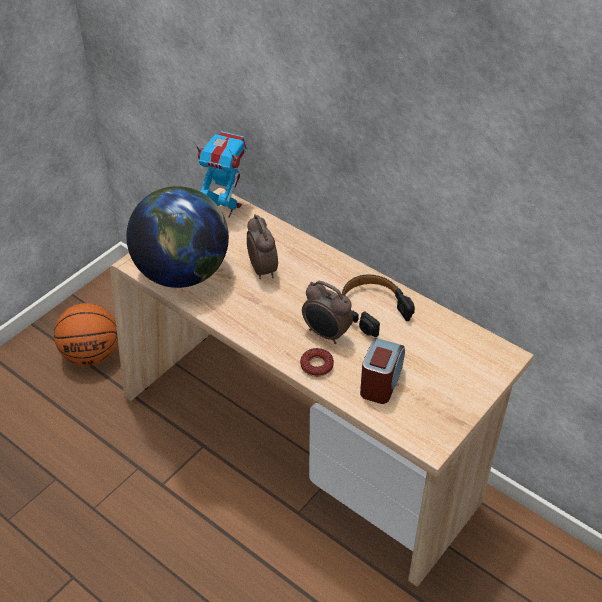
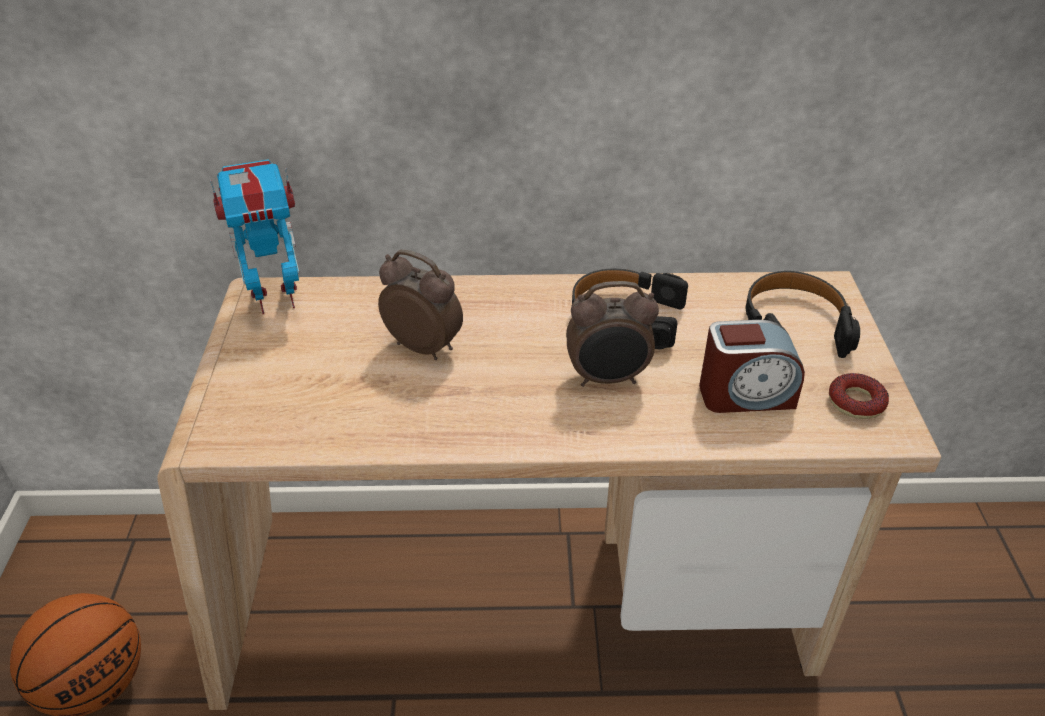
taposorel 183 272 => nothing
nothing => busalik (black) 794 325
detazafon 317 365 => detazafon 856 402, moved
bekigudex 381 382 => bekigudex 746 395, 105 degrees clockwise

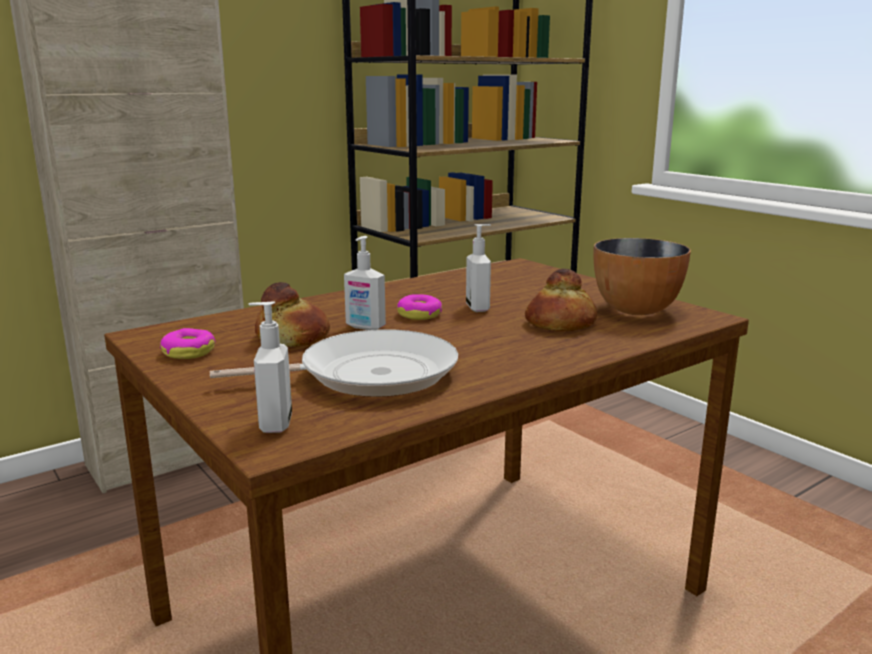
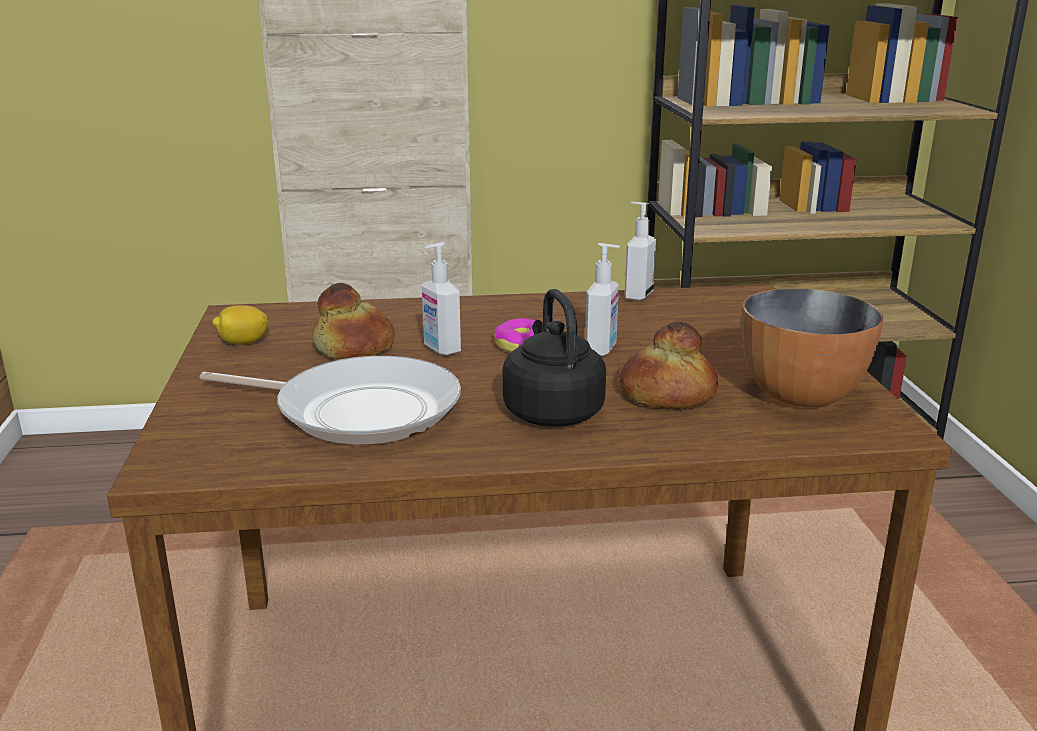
nothing => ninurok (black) 551 411
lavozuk 274 424 => lavozuk 637 295, moved
detazafon 189 352 => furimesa 243 343

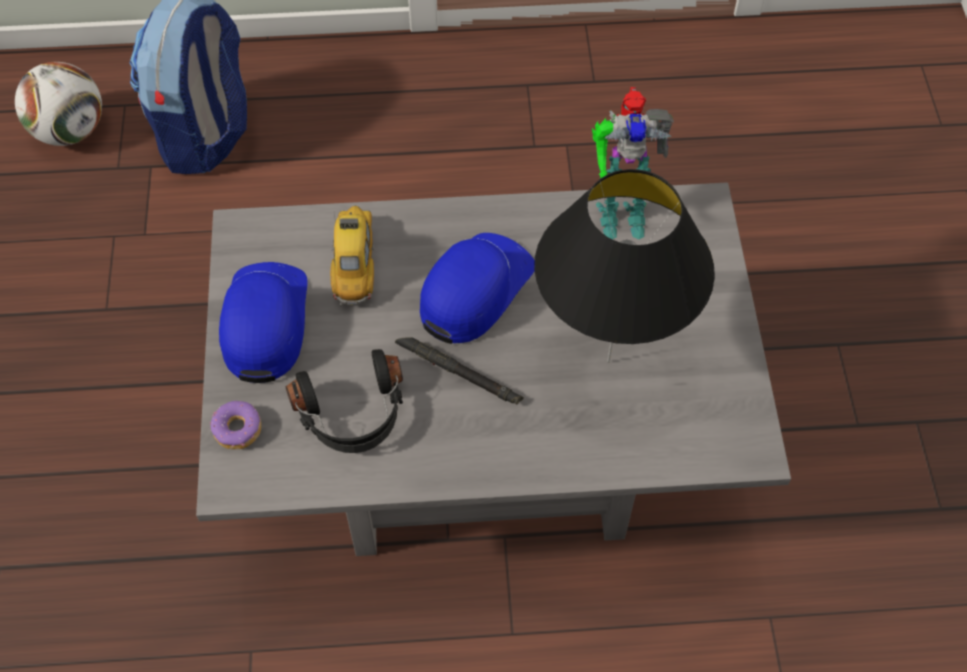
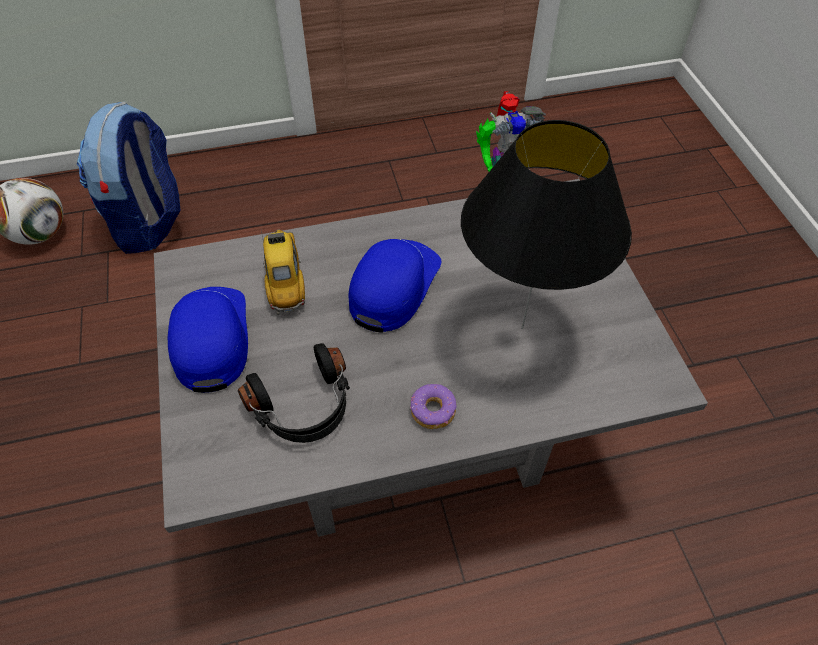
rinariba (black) 458 373 => nothing
detazafon 237 430 => detazafon 433 411, moved

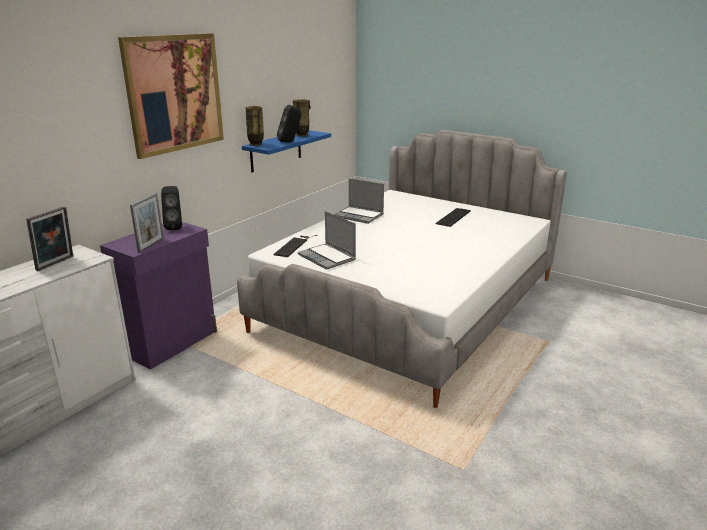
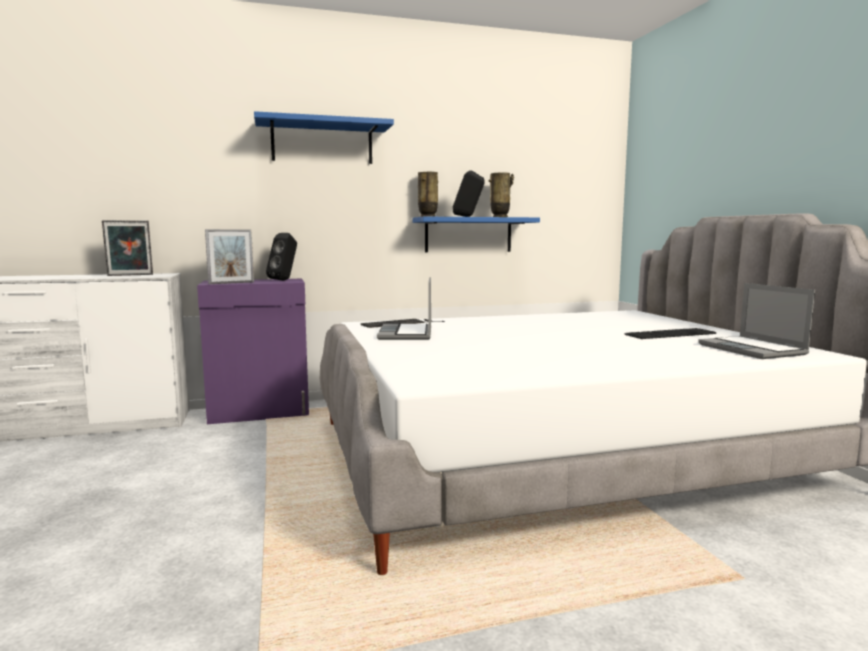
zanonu 359 216 => zanonu 753 350, moved
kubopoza 174 93 => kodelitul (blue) 322 143

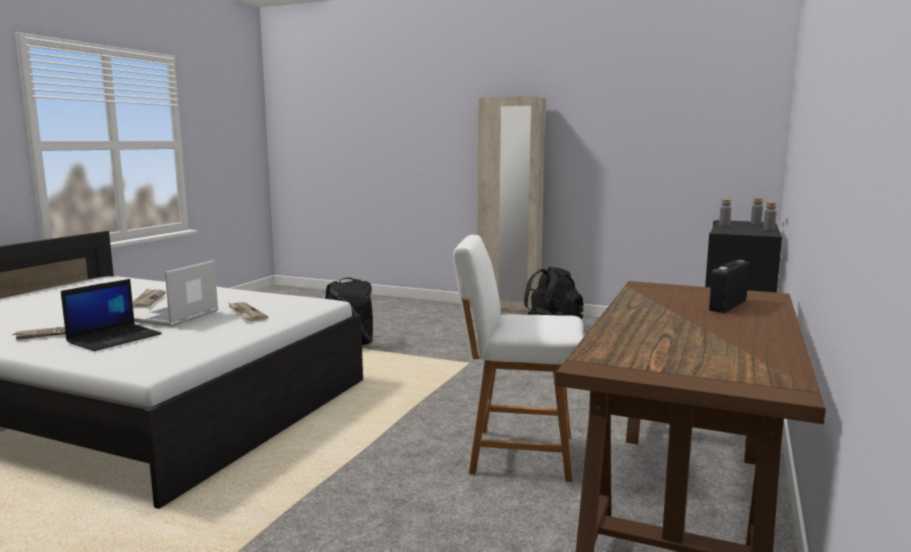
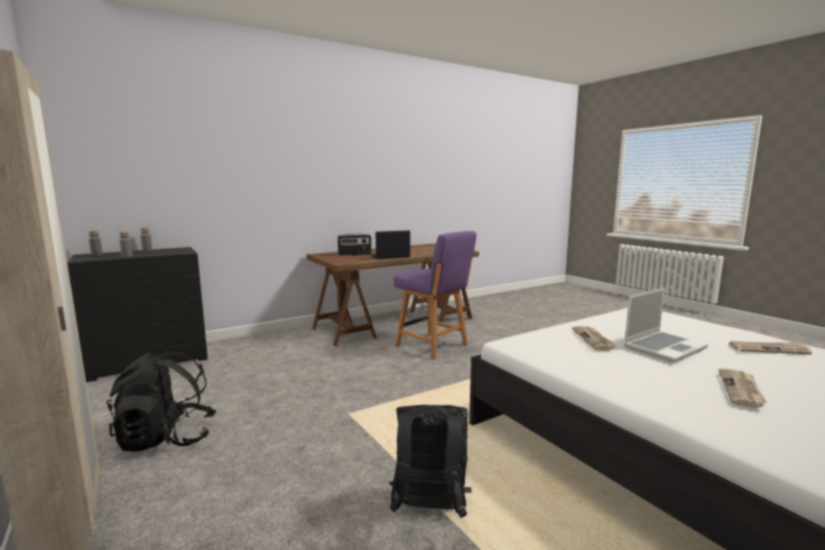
zanonu 115 338 => zanonu 389 256, moved
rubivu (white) 517 454 => rubivu (purple) 433 346

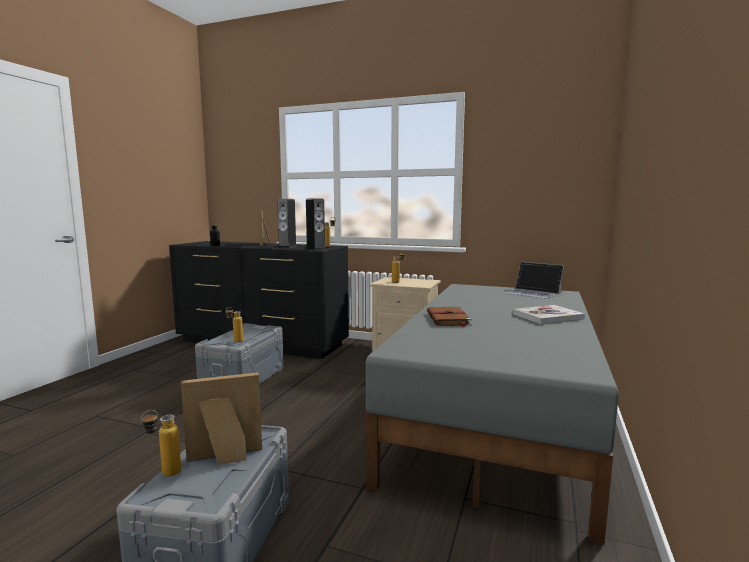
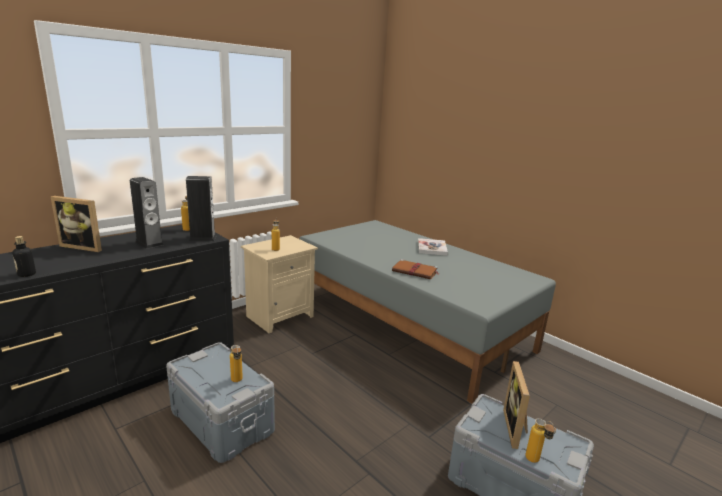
zanonu 533 293 => nothing

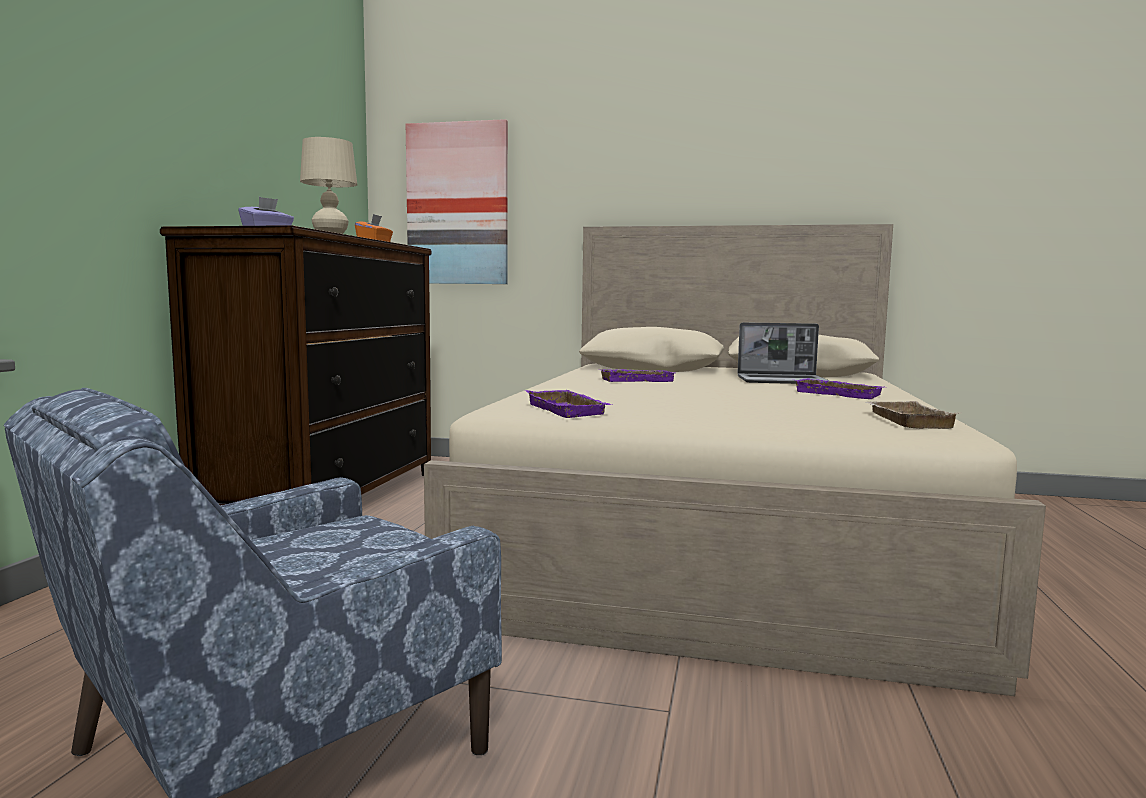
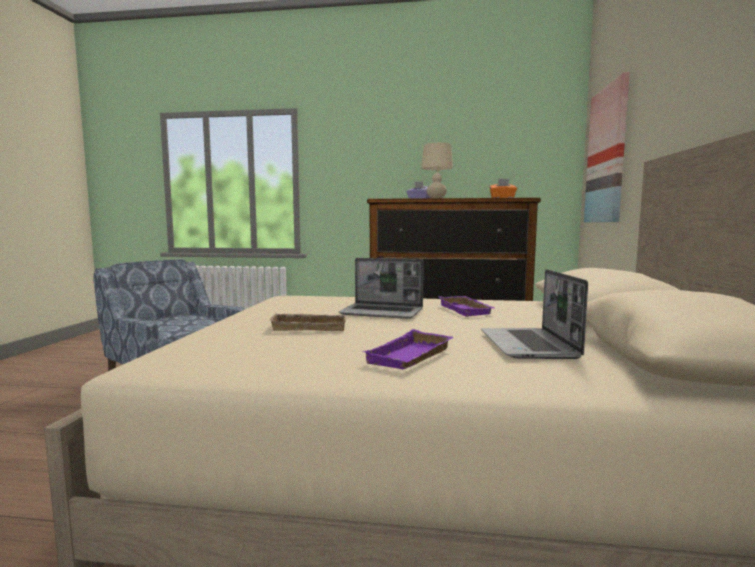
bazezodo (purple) 569 410 => nothing
nothing => zanonu 383 313
bazezodo (beige) 905 421 => bazezodo (beige) 310 327, moved

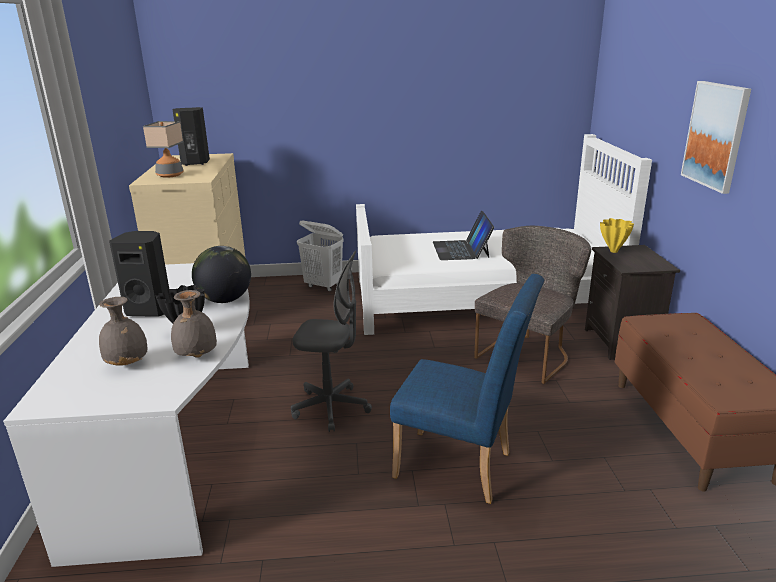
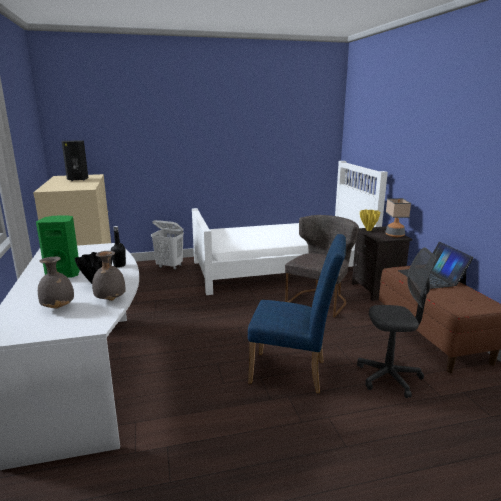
kubopoza 716 135 => nothing
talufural 170 175 => talufural 394 235, moved
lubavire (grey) 331 408 => lubavire (grey) 389 377, moved
zanonu 461 250 => zanonu 431 277, moved
taposorel 225 300 => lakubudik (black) 119 265
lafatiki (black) 150 310 => lafatiki (green) 64 274

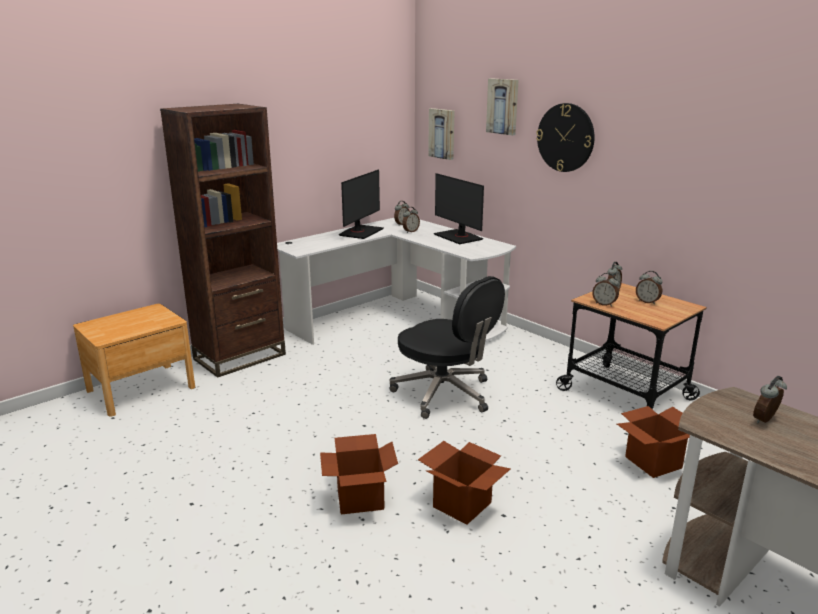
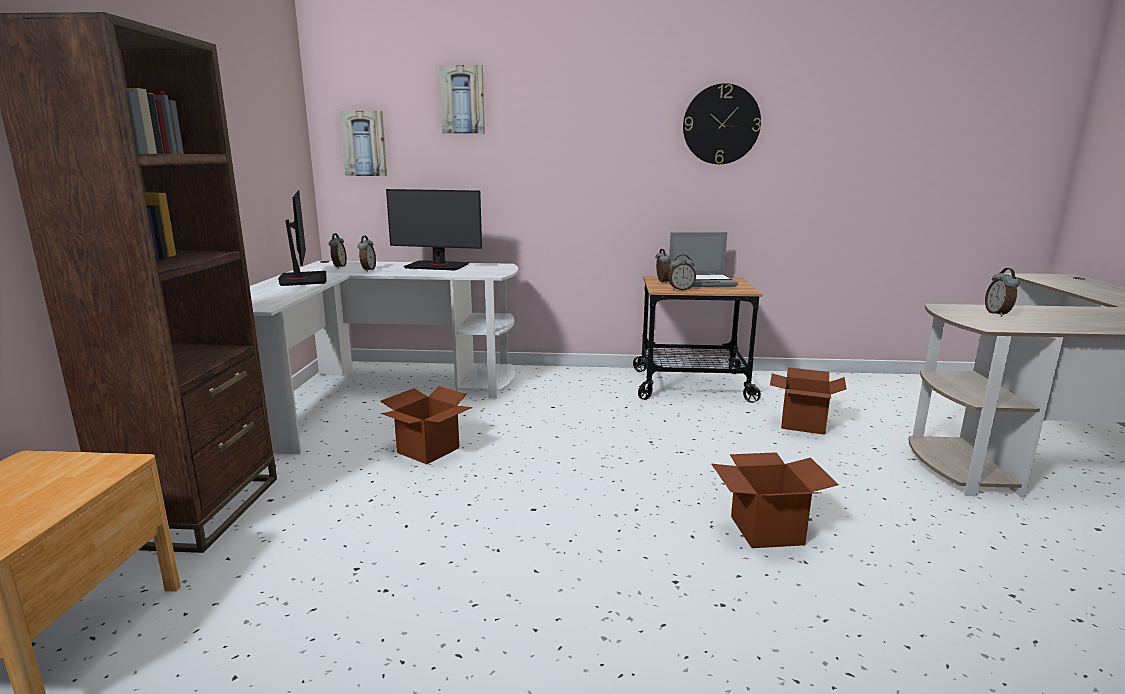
lubavire (black) 445 394 => nothing
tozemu 360 498 => tozemu 428 450, moved
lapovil 565 137 => lapovil 721 124, moved
bekigudex 647 302 => zanonu 702 282

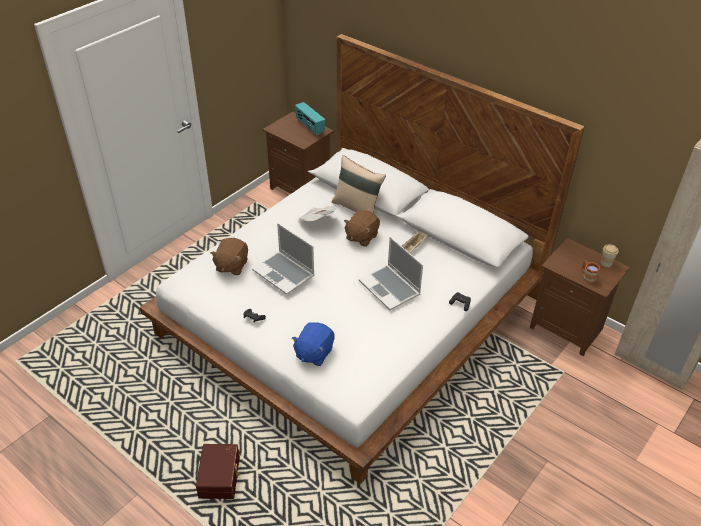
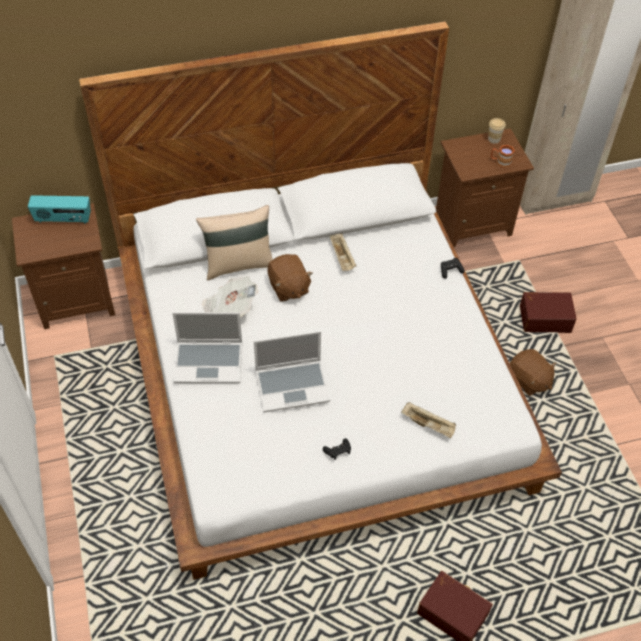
nothing => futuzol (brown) 544 318
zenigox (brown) 231 266 => zenigox (brown) 528 380, moved
zanonu 390 288 => zanonu 209 362, moved
zenigox (blue) 314 353 => bazezodo (beige) 428 425

